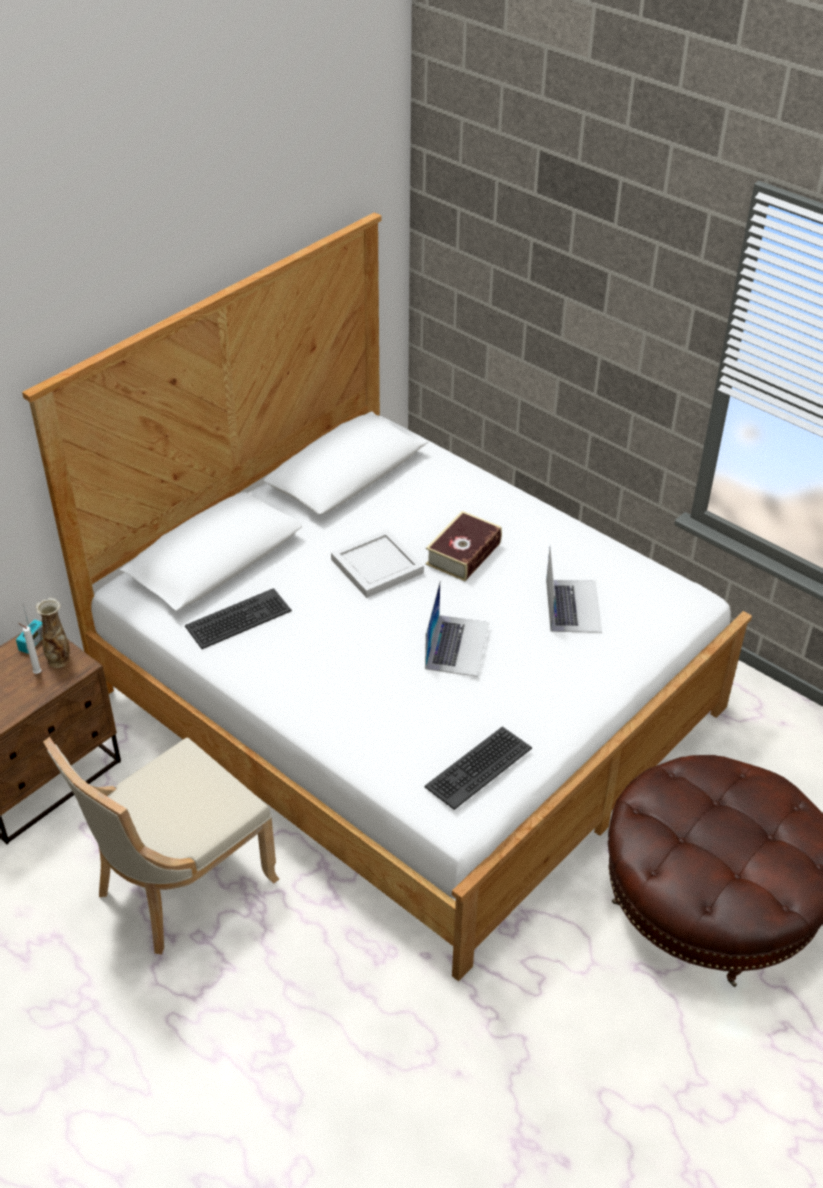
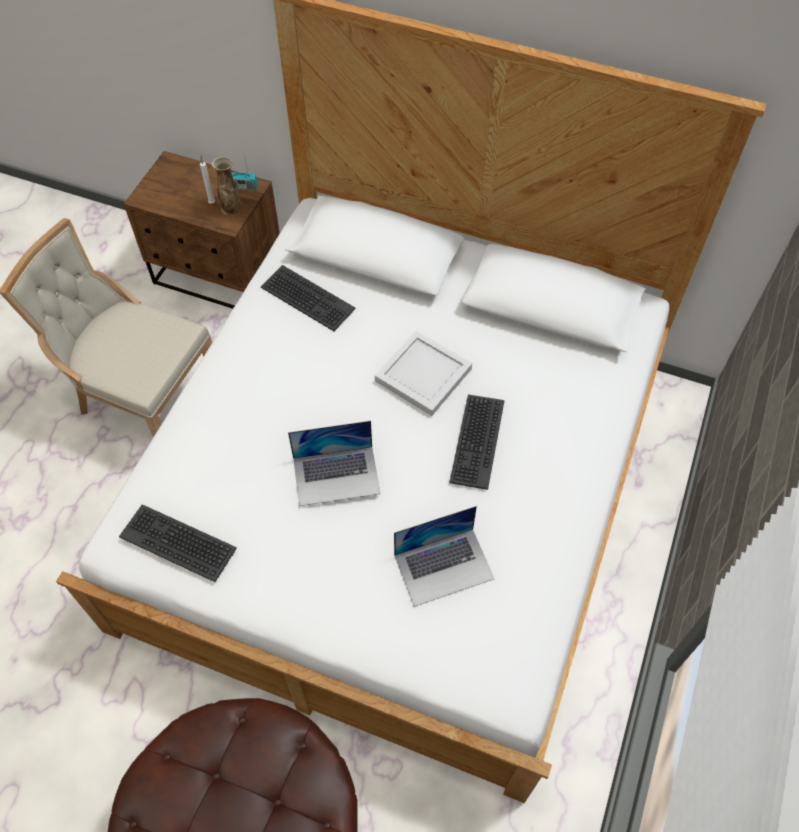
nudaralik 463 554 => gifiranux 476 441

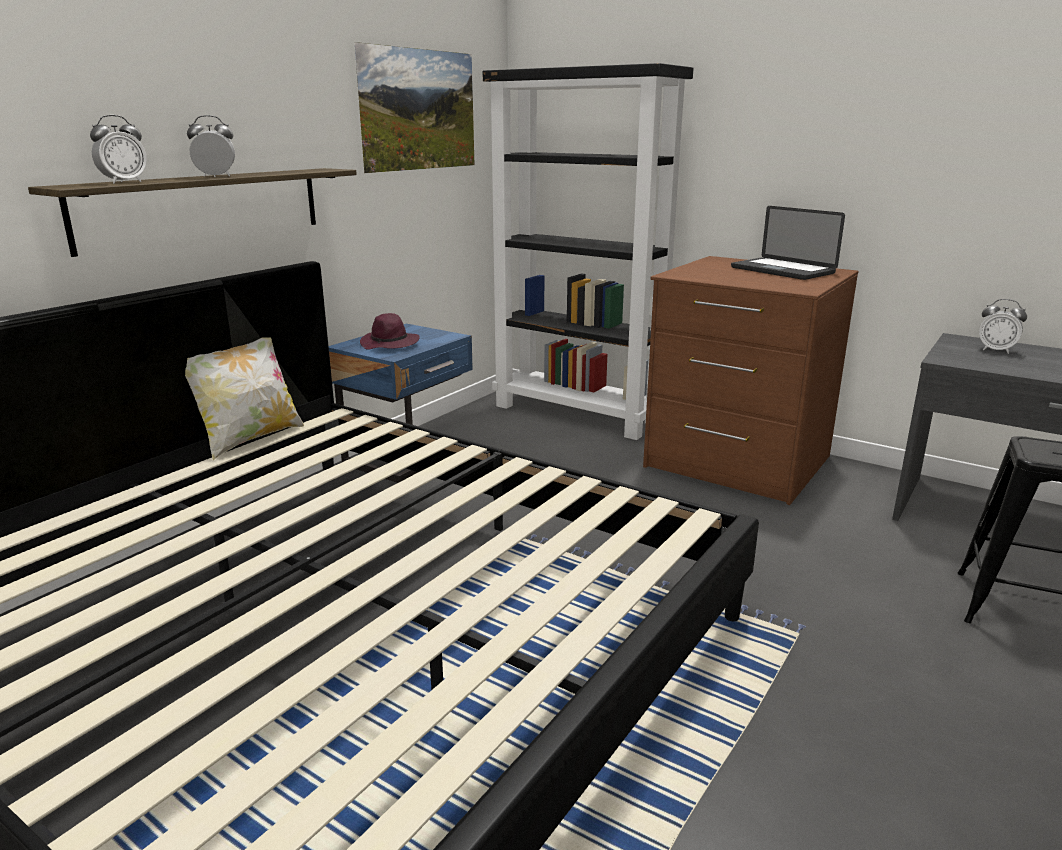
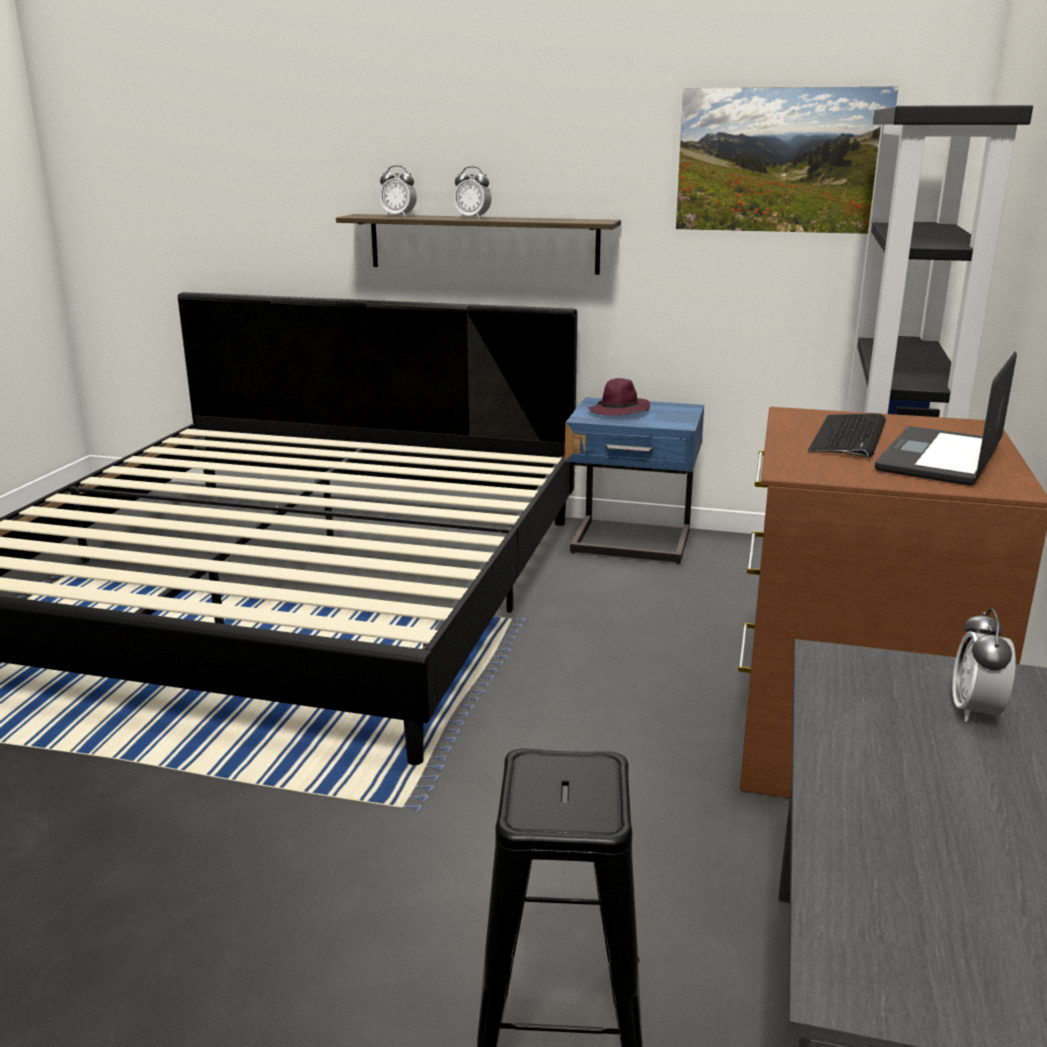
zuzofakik 249 438 => nothing
nothing => gifiranux 849 437
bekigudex 216 176 => bekigudex 473 218, 150 degrees clockwise

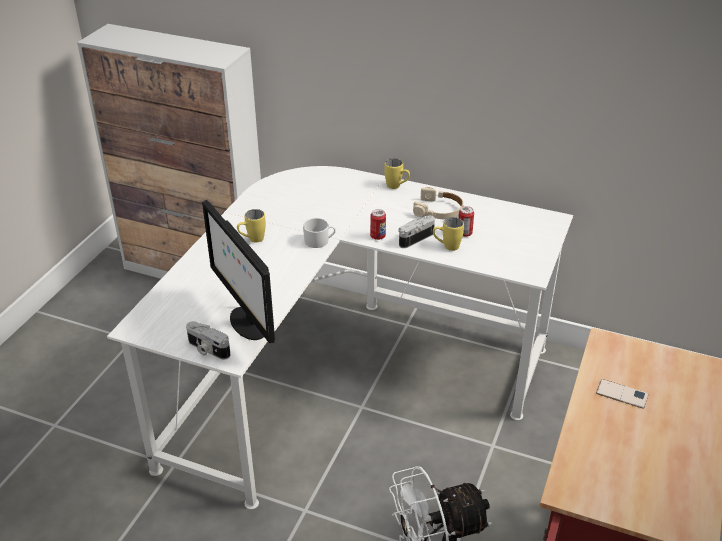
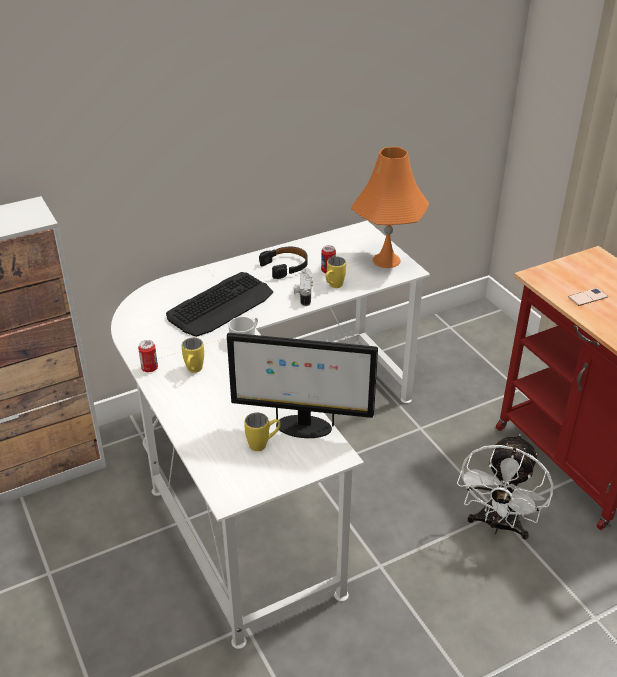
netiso 207 349 => nothing
nothing => gifiranux 221 305
nothing => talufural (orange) 386 260
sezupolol 377 236 => sezupolol 149 368, moved
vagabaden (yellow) 397 187 => vagabaden (yellow) 263 444, moved
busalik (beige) 439 210 => busalik (black) 285 266

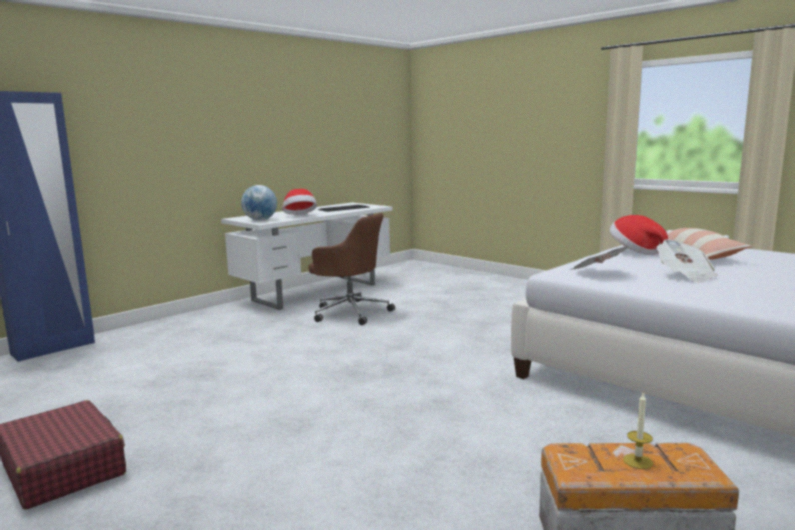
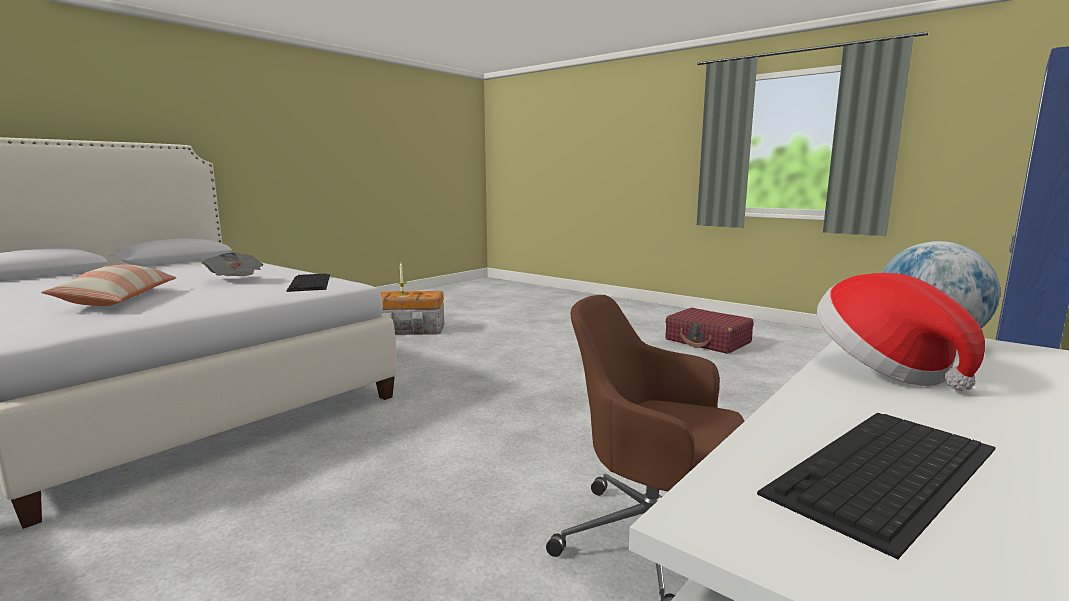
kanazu 635 252 => nothing
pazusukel 597 273 => gifiranux 310 283

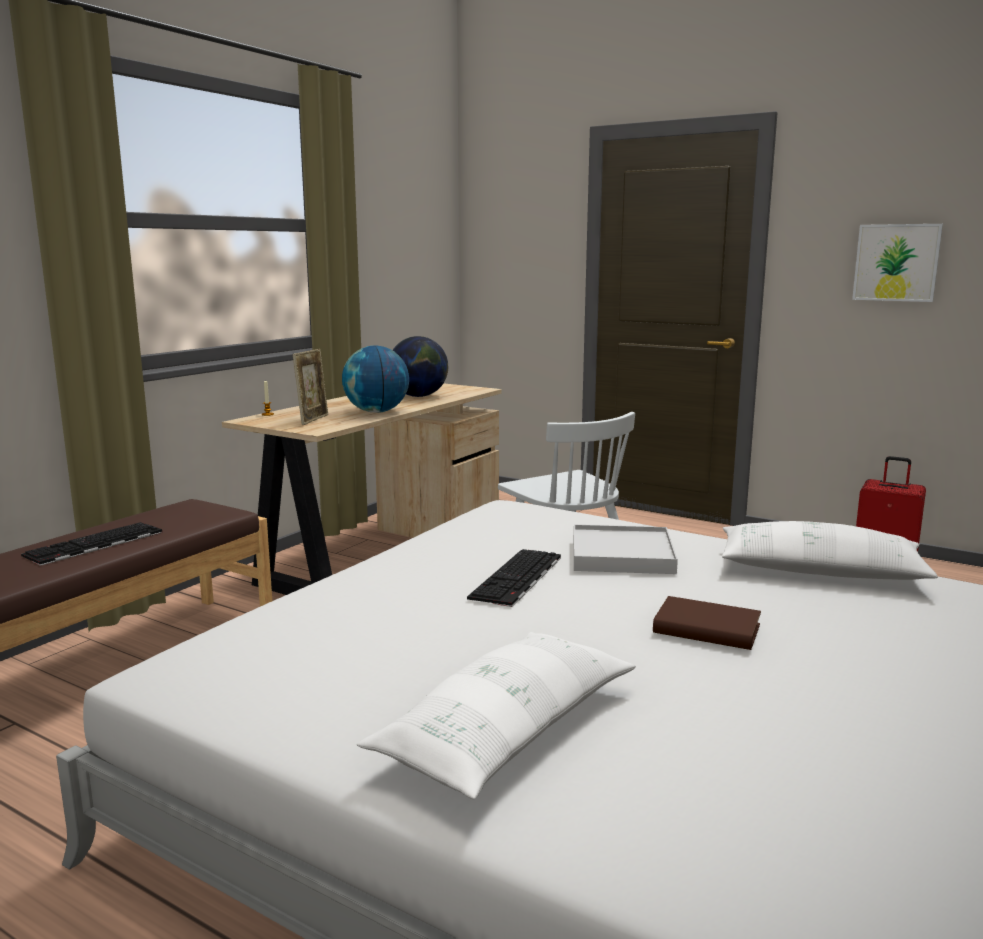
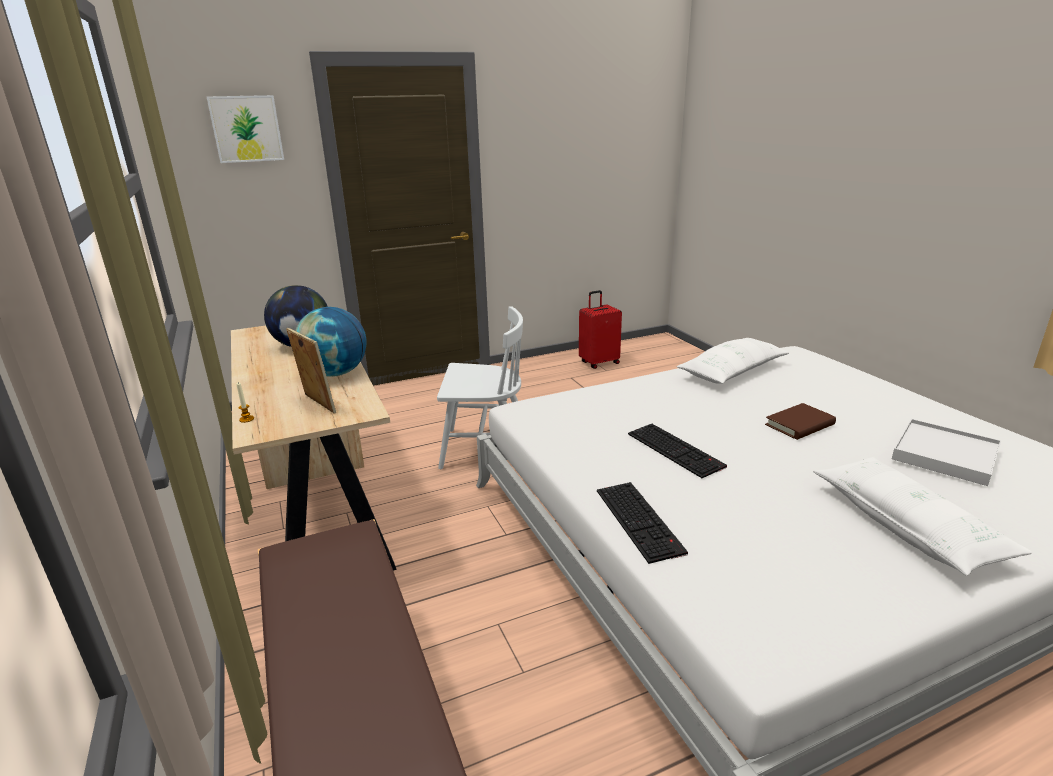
gifiranux 94 544 => gifiranux 641 521, moved
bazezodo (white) 622 555 => bazezodo (white) 944 455, moved
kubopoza 896 262 => kubopoza 246 129, moved

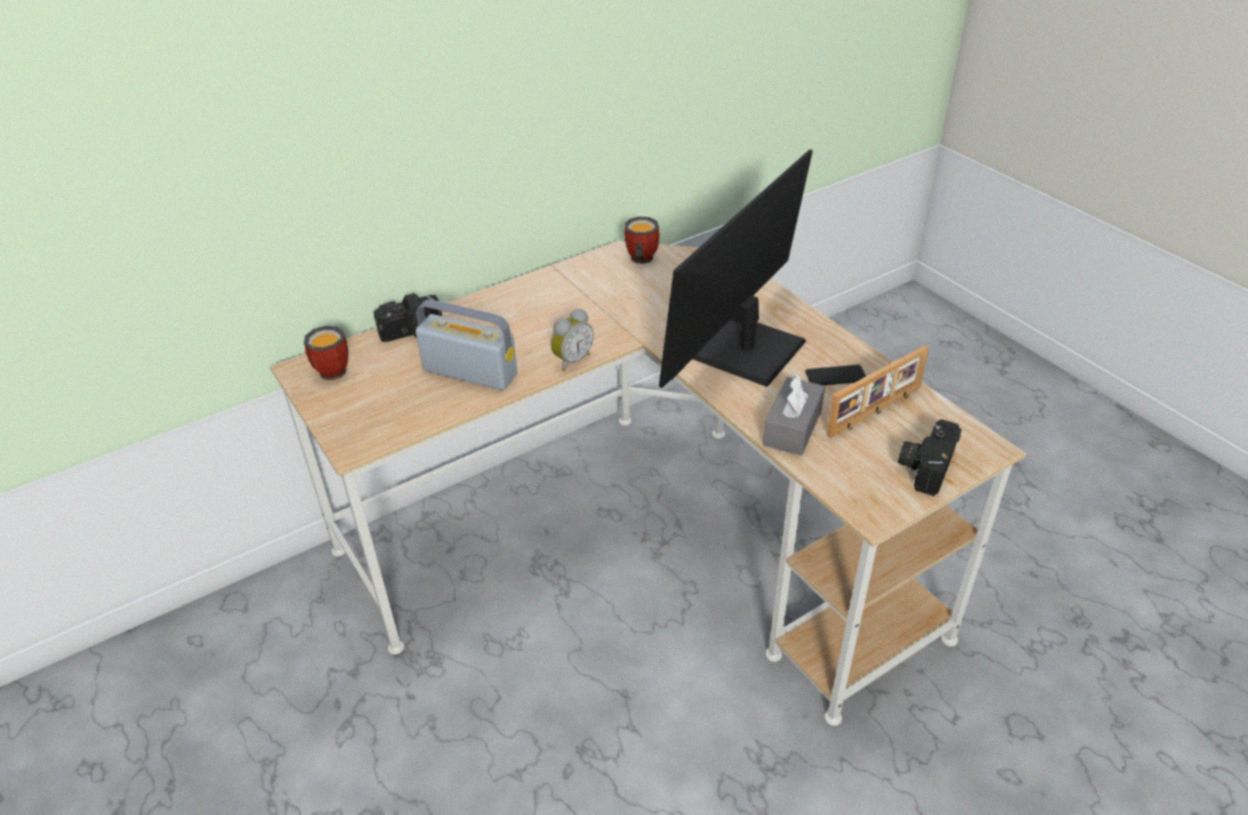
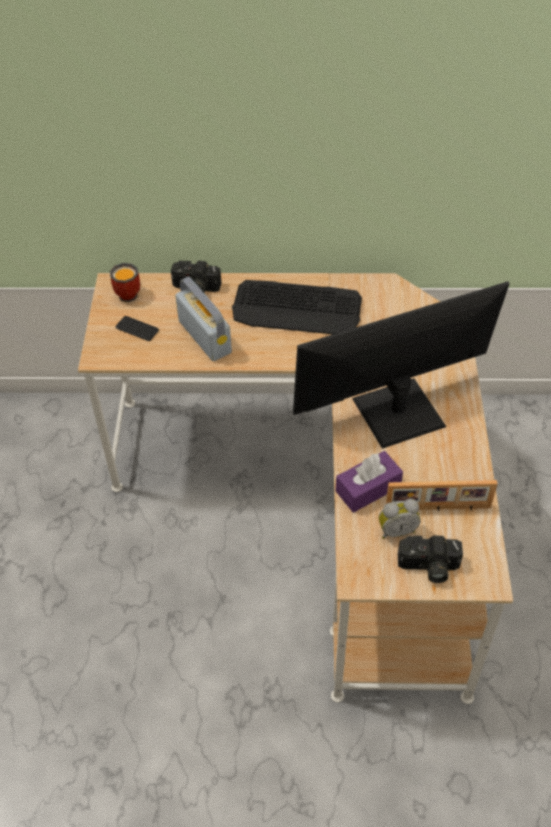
vagabaden 639 260 => nothing
nothing => gifiranux 297 309
bekigudex 571 360 => bekigudex 396 530, moved
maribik 835 376 => maribik 137 329, moved
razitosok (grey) 792 427 => razitosok (purple) 368 488
netiso 924 466 => netiso 428 567, 150 degrees counterclockwise

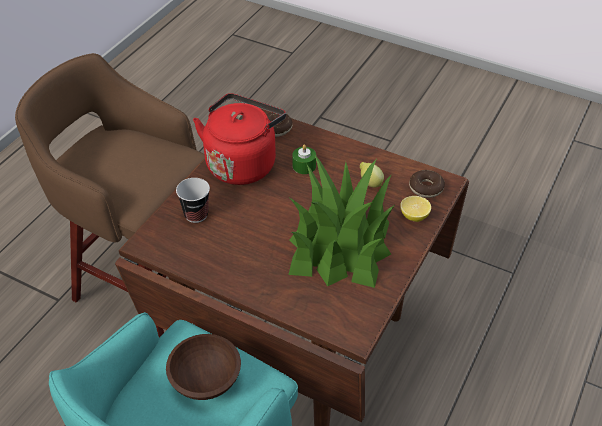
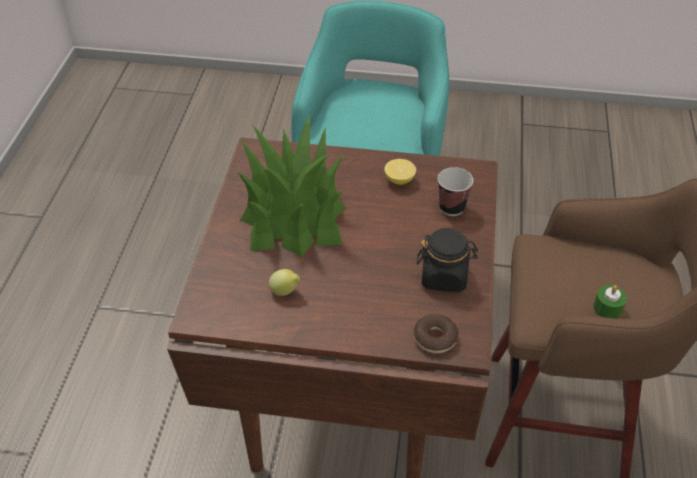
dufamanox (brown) 206 378 => nothing
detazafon 426 188 => nothing
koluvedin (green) 304 166 => koluvedin (green) 608 308, moved
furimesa 414 216 => furimesa 399 180, moved
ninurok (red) 242 163 => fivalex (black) 444 277

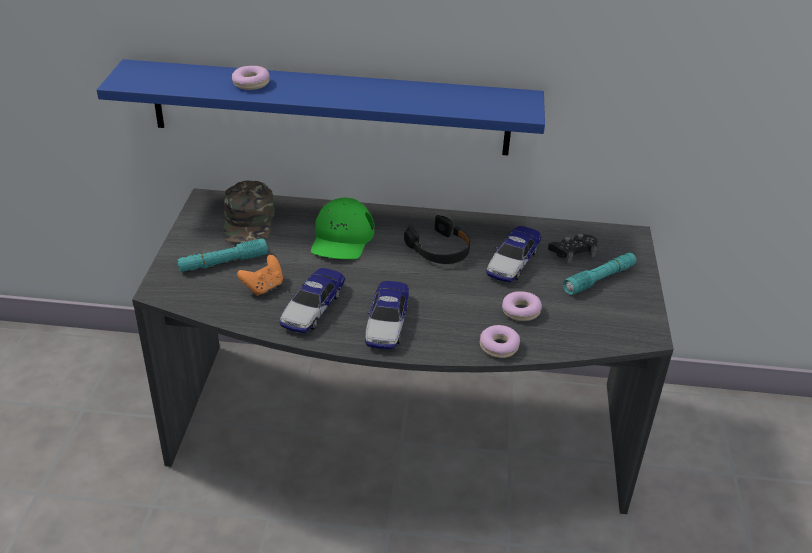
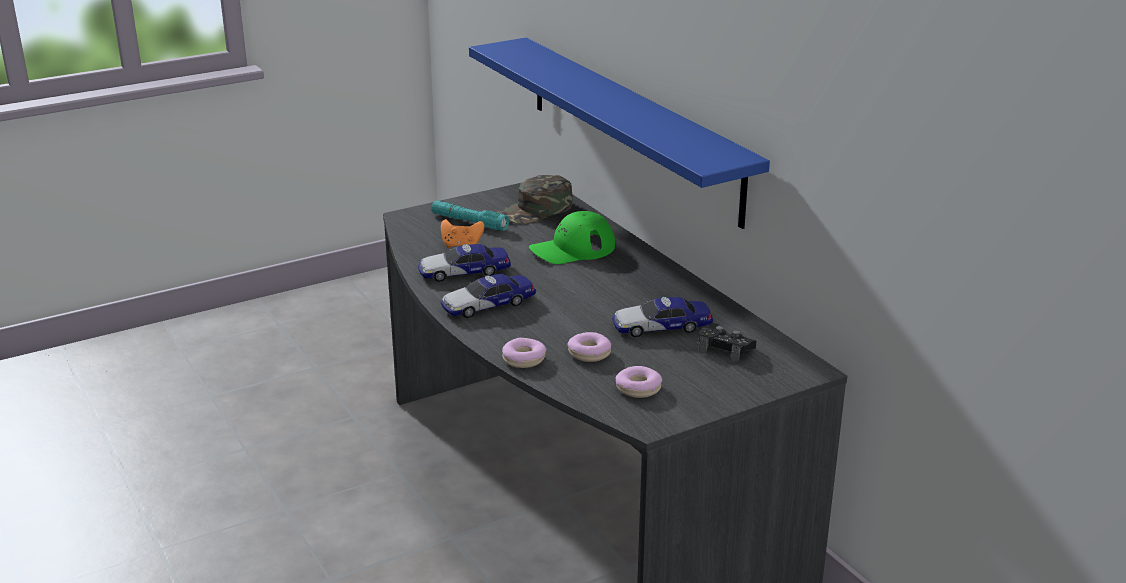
busalik (black) 440 249 => nothing
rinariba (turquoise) 599 279 => nothing
detazafon 251 83 => detazafon 638 388, moved

